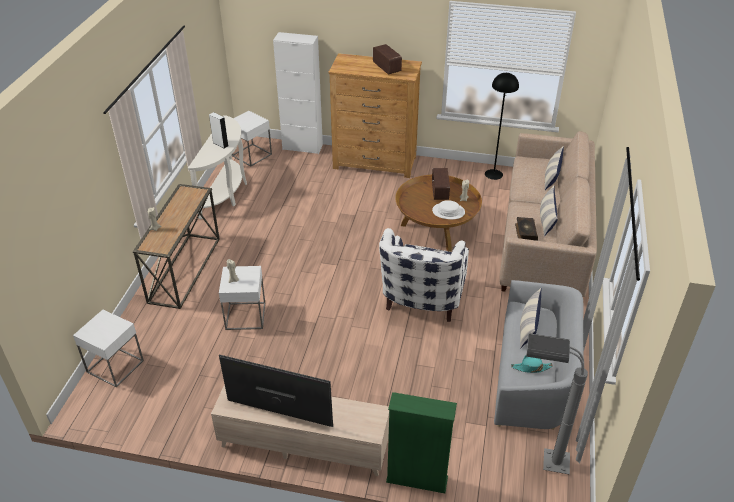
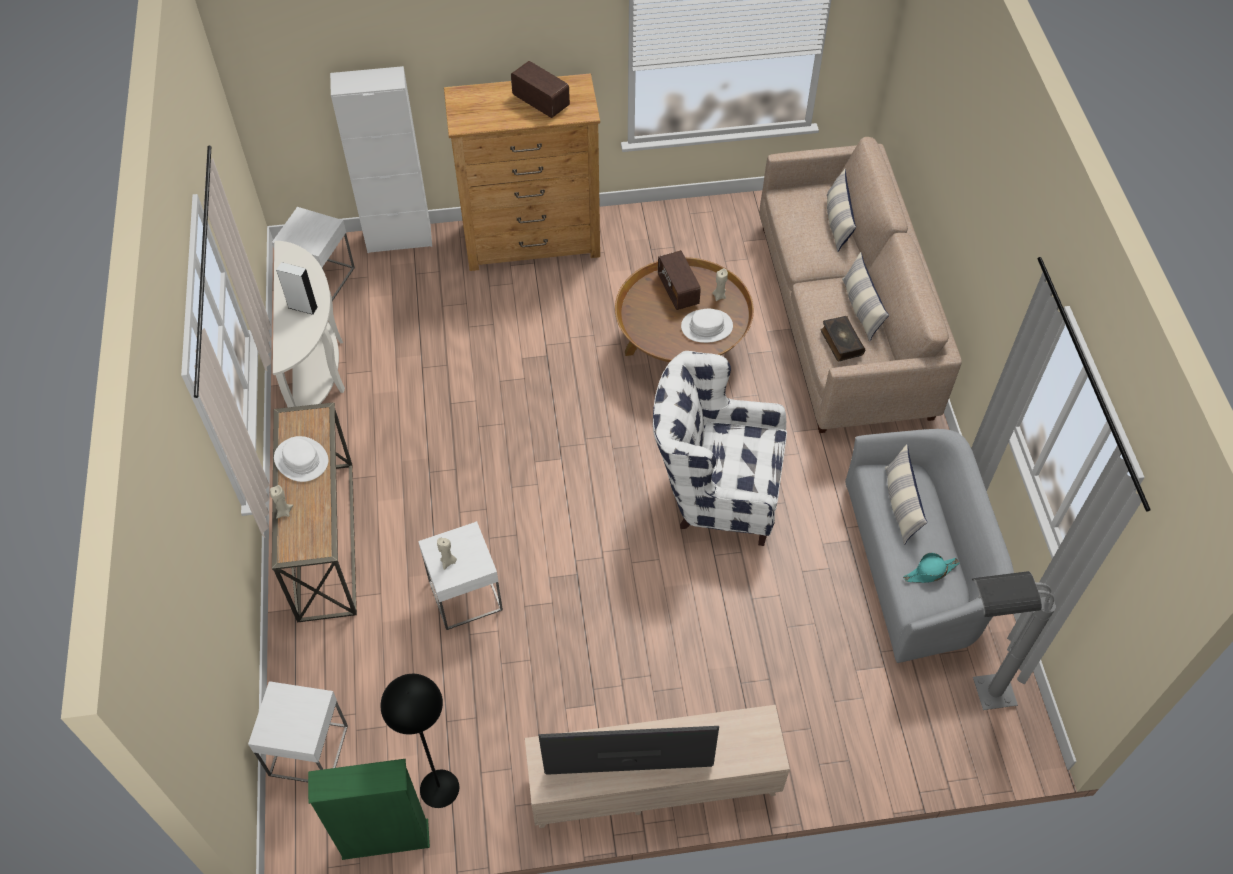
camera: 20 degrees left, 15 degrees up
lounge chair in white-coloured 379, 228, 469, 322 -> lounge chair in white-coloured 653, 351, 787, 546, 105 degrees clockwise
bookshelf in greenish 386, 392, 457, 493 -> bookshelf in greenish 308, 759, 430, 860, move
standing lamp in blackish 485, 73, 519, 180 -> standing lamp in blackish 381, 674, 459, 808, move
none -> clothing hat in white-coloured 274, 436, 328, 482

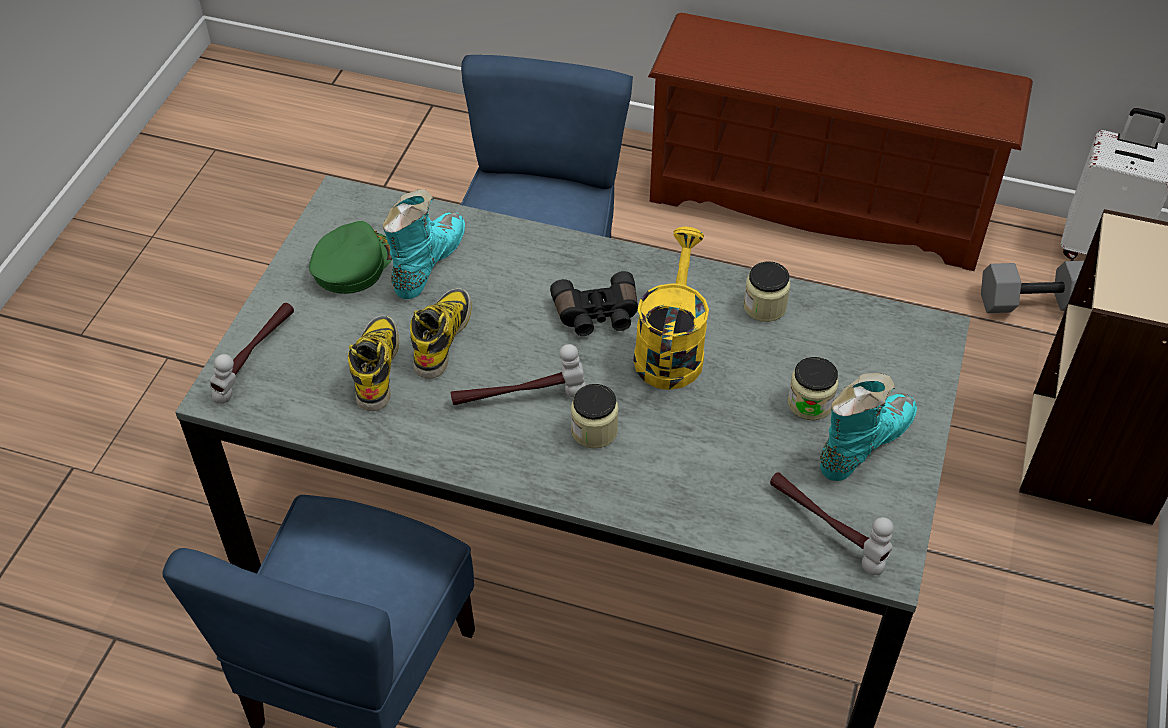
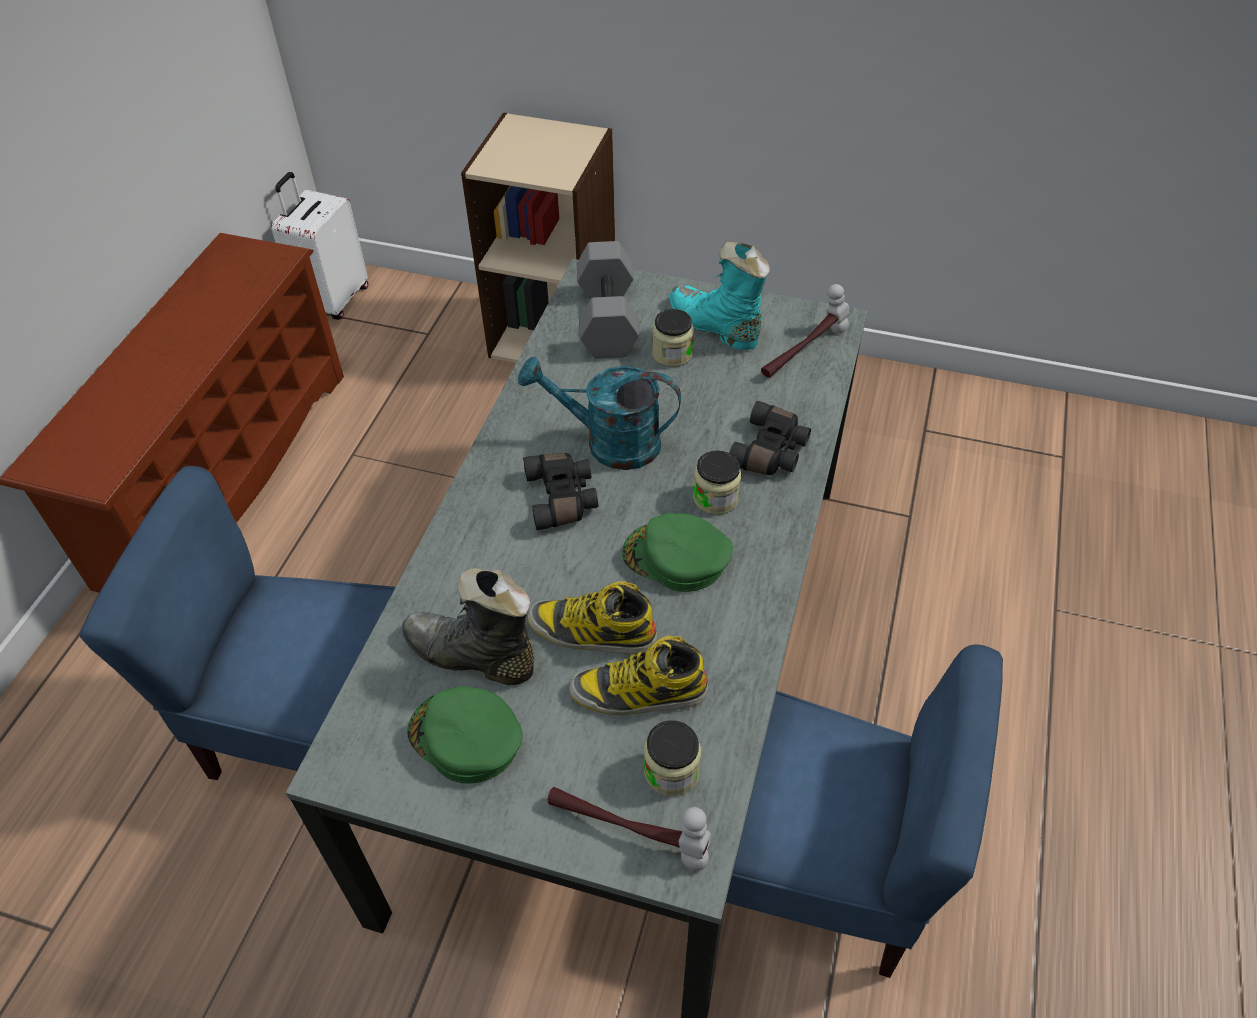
camera: 90 degrees left, 0 degrees up
high-top boot in blue-green 383, 189, 465, 299 -> high-top boot in blackish 402, 568, 534, 685
tool hammer 451, 344, 586, 405 -> peaked cap in greenish 622, 513, 733, 592
watering can in yellow 633, 227, 709, 390 -> watering can in blue-green 518, 356, 681, 470
storage jar 743, 261, 790, 322 -> storage jar 644, 720, 701, 796, move
dumbbell in greyish 981, 261, 1084, 313 -> dumbbell in greyish 577, 241, 639, 359, move
none -> pair of binoculars in blackish 729, 401, 811, 475

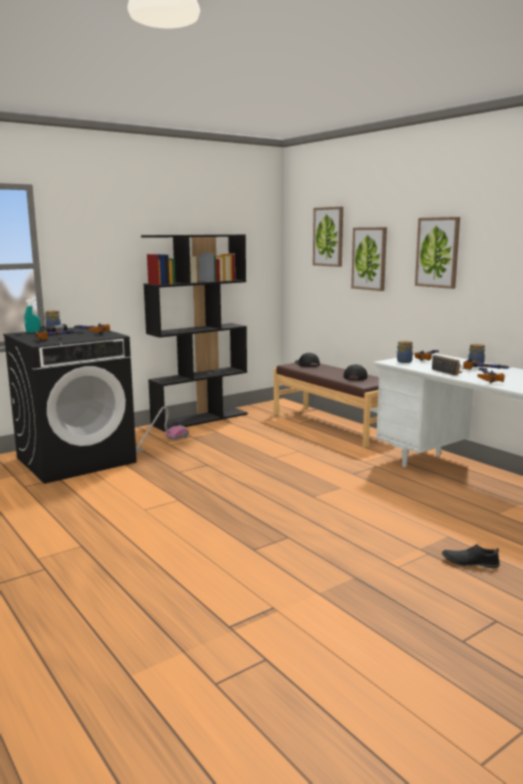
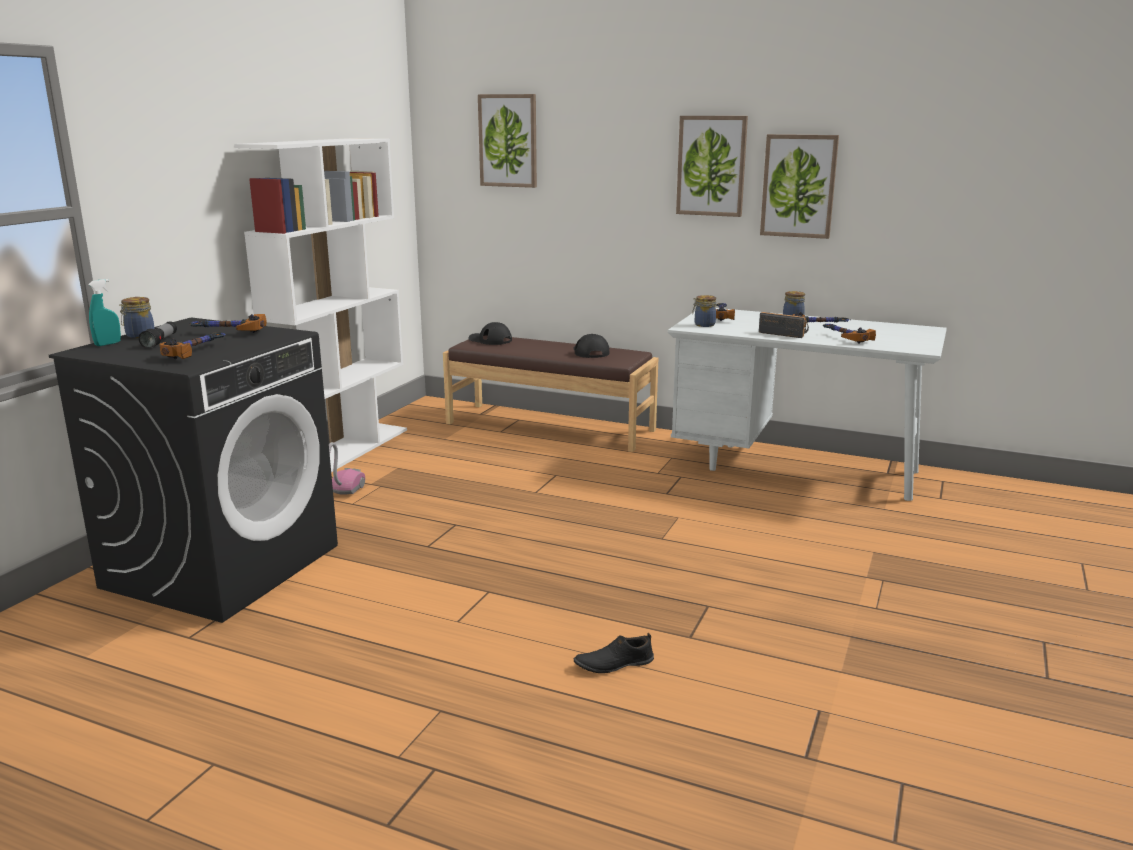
camera: 30 degrees left, 5 degrees up
bookshelf in blackish 141, 235, 248, 432 -> bookshelf in white-coloured 234, 138, 407, 472
picture 351, 227, 387, 291 -> picture 760, 134, 839, 239, move
item of footwear in blackish 442, 544, 500, 568 -> item of footwear in blackish 573, 633, 654, 673, move

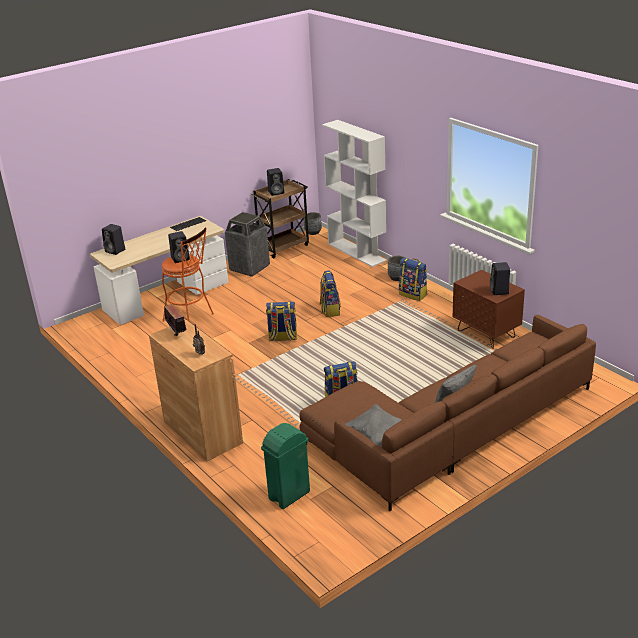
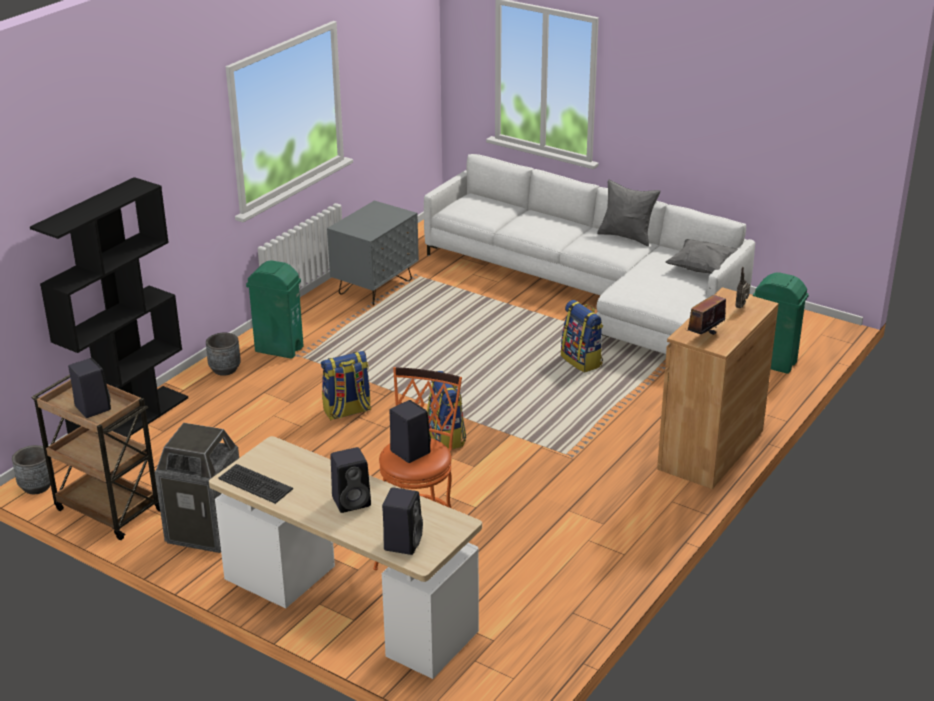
camera: 110 degrees left, 0 degrees up
couch in brown 299, 315, 596, 511 -> couch in white-coloured 424, 154, 755, 354
bookshelf in white-coloured 322, 120, 387, 267 -> bookshelf in blackish 30, 177, 188, 437
rucksack 399, 258, 427, 301 -> trash can in greenish 246, 260, 303, 359
nightstand in brown 453, 270, 525, 349 -> nightstand in greyish 327, 201, 419, 306
audio speaker in blackish 490, 262, 510, 295 -> audio speaker in blackish 330, 447, 371, 513, move

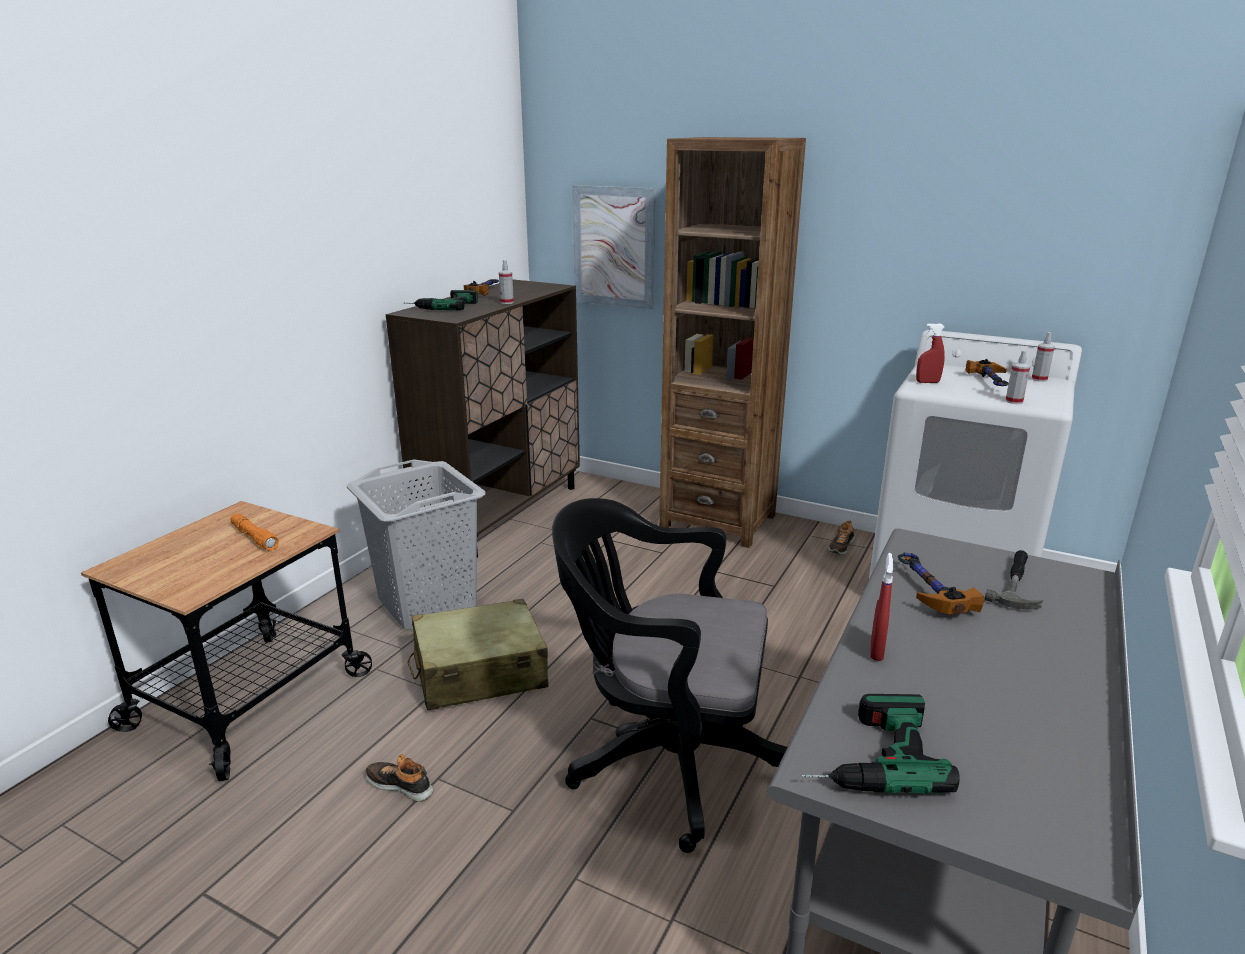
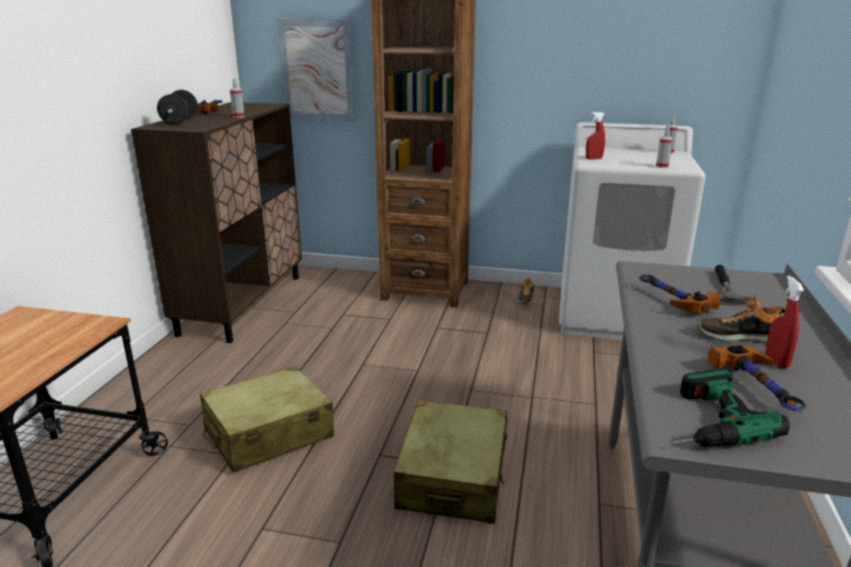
camera: 15 degrees left, 0 degrees up
torch in orange-coloured 231, 513, 279, 550 -> none
washing basket in greyish 347, 459, 486, 630 -> none
item of footwear 365, 754, 434, 802 -> item of footwear 697, 297, 785, 343, move
power drill 406, 290, 478, 310 -> dumbbell in blackish 157, 90, 198, 125
office chair in blackish 552, 498, 787, 853 -> piece of luggage in beige 394, 400, 508, 524
spray bottle in red 870, 553, 893, 661 -> spray bottle in red 766, 276, 804, 369, move
tool hammer 965, 359, 1009, 386 -> tool hammer 708, 345, 806, 412, move

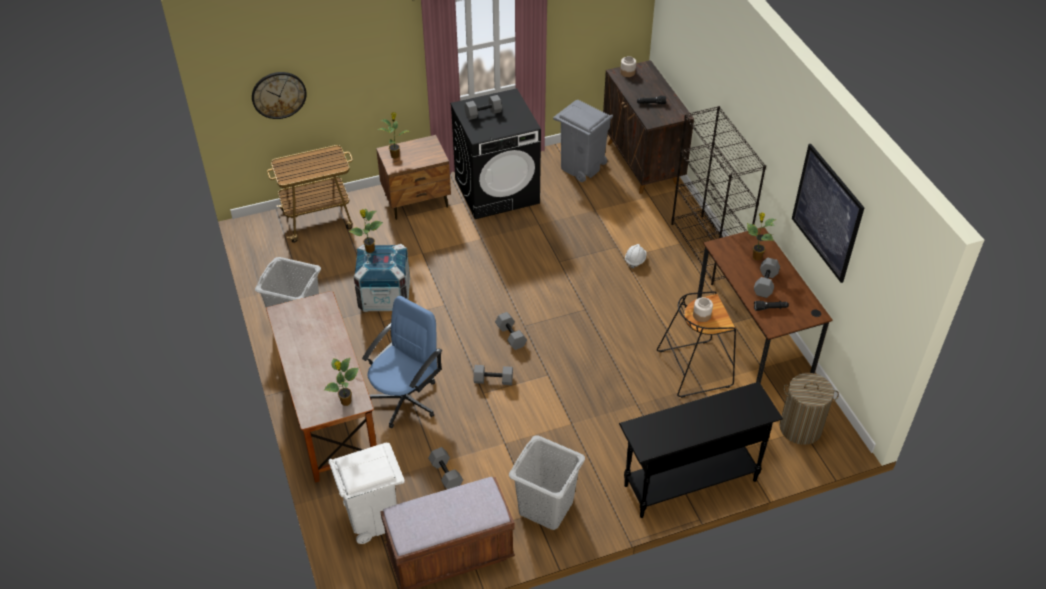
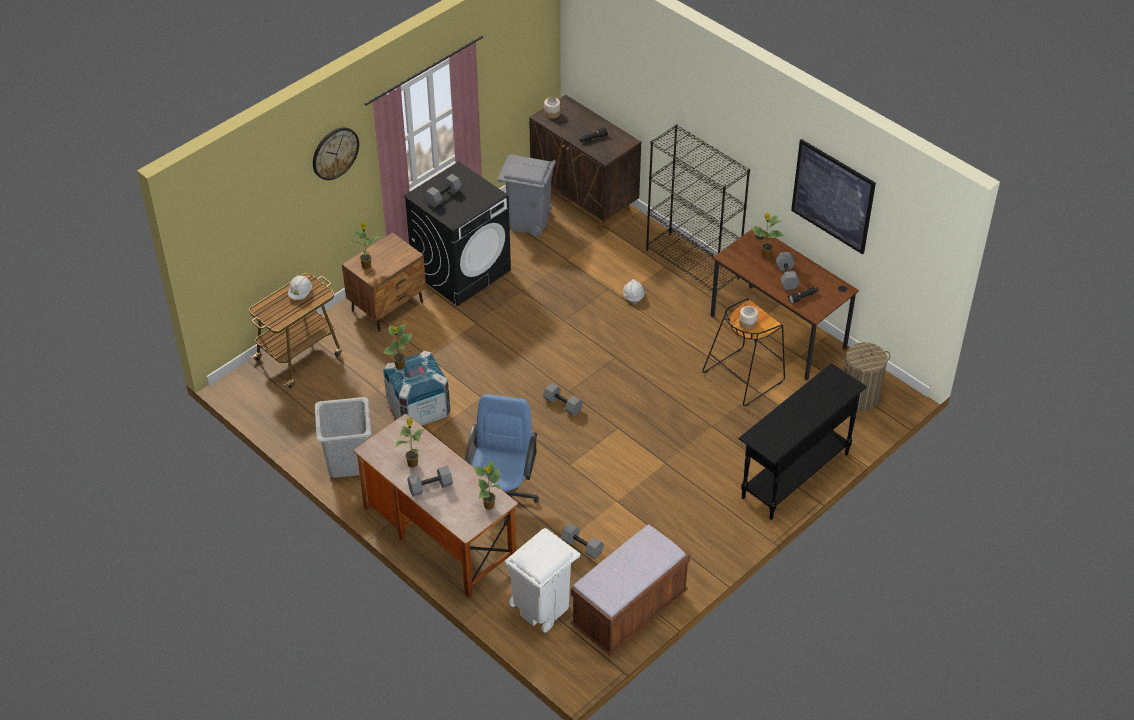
camera: 25 degrees left, 0 degrees up
hanging clock 252, 72, 307, 119 -> hanging clock 313, 127, 359, 180, move
dumbbell in greyish 474, 365, 513, 385 -> dumbbell in greyish 407, 466, 453, 496, move
washing basket in greyish 509, 435, 585, 530 -> none
none -> hard hat in white-coloured 288, 275, 312, 300
none -> potted plant 395, 418, 425, 468

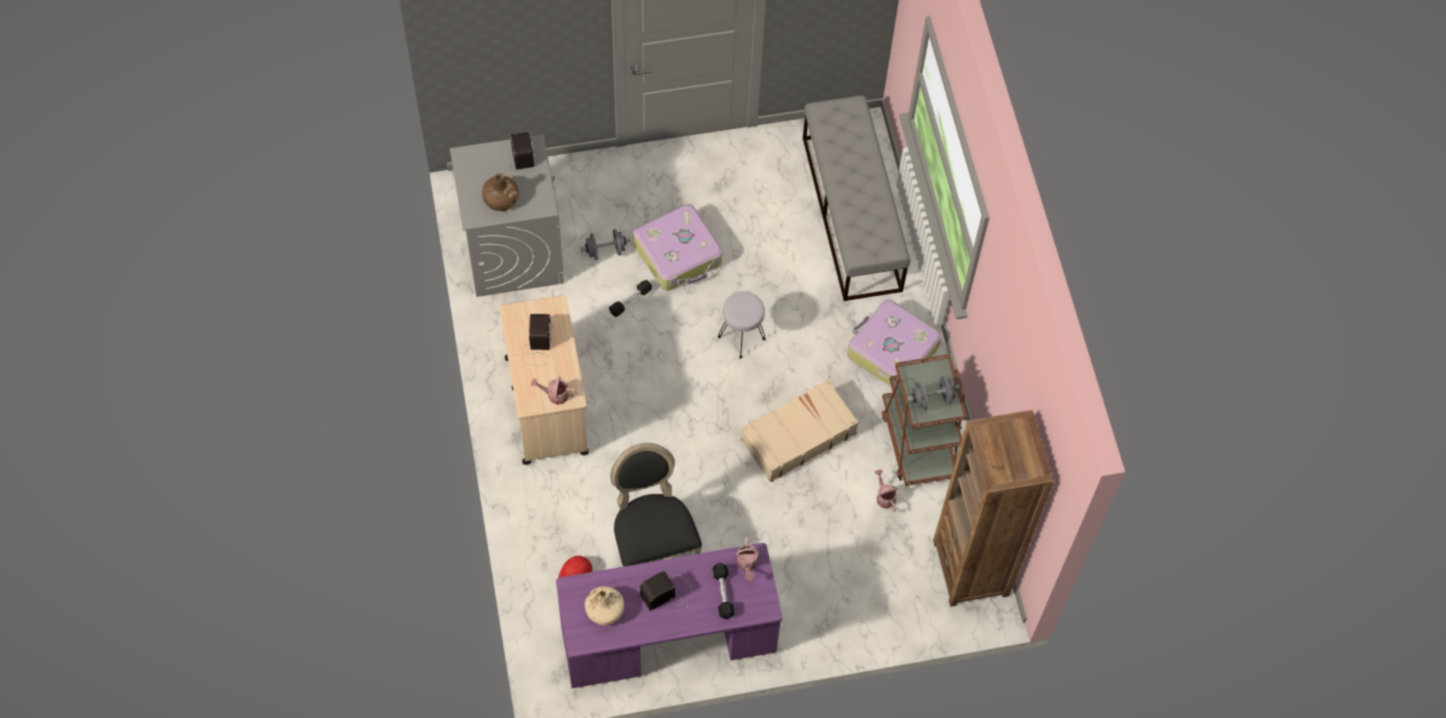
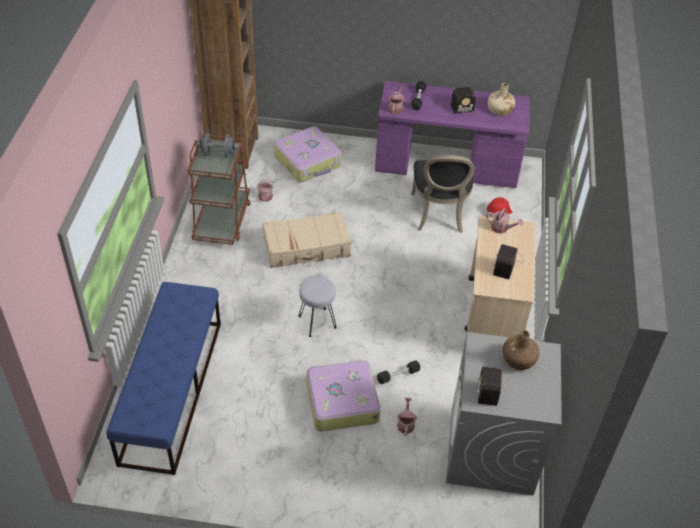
camera: 160 degrees left, 15 degrees down
dumbbell in greyish 581, 229, 630, 260 -> watering can 397, 398, 417, 436
bench in greyish 803, 95, 910, 301 -> bench in blue 106, 282, 221, 475
piece of luggage 847, 299, 941, 386 -> piece of luggage 274, 126, 341, 182, move

